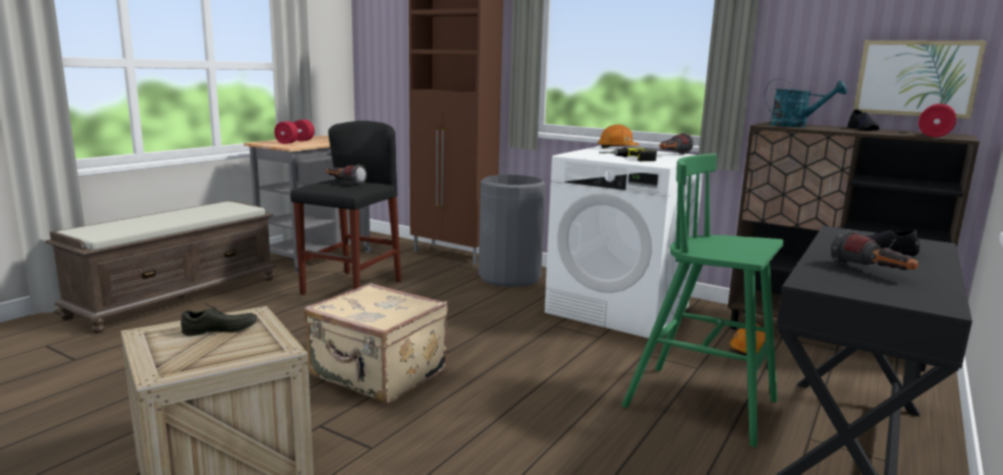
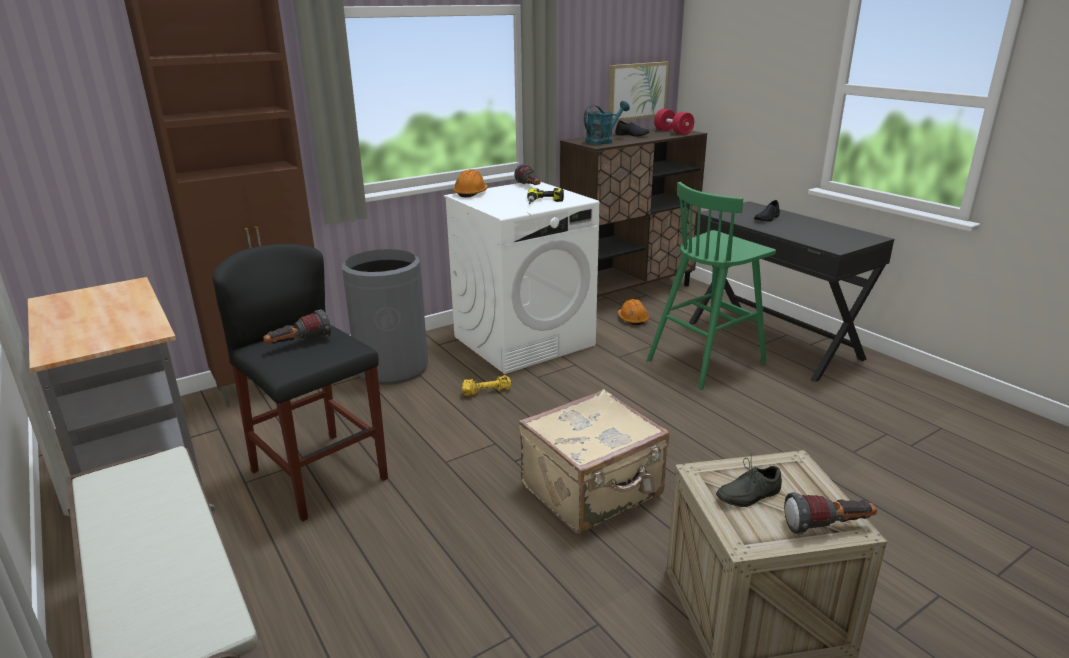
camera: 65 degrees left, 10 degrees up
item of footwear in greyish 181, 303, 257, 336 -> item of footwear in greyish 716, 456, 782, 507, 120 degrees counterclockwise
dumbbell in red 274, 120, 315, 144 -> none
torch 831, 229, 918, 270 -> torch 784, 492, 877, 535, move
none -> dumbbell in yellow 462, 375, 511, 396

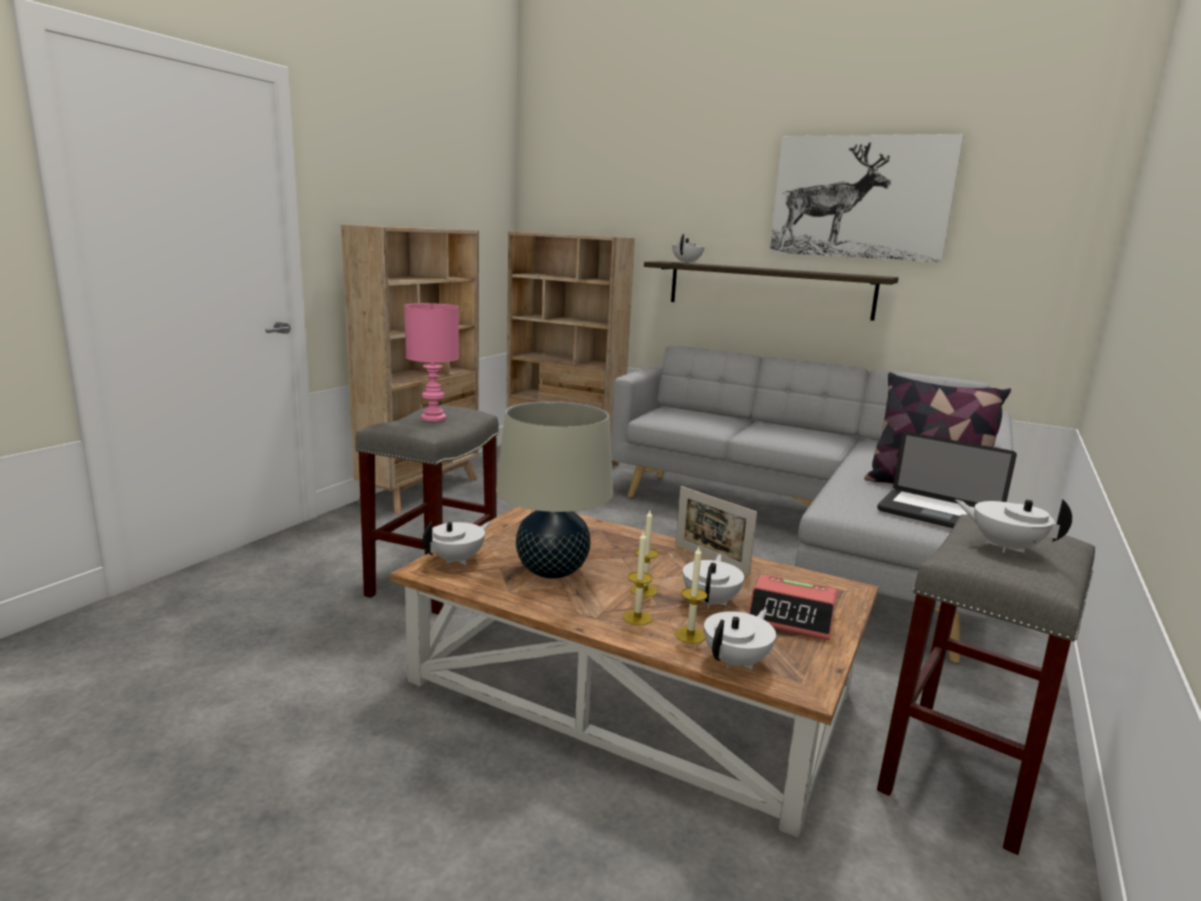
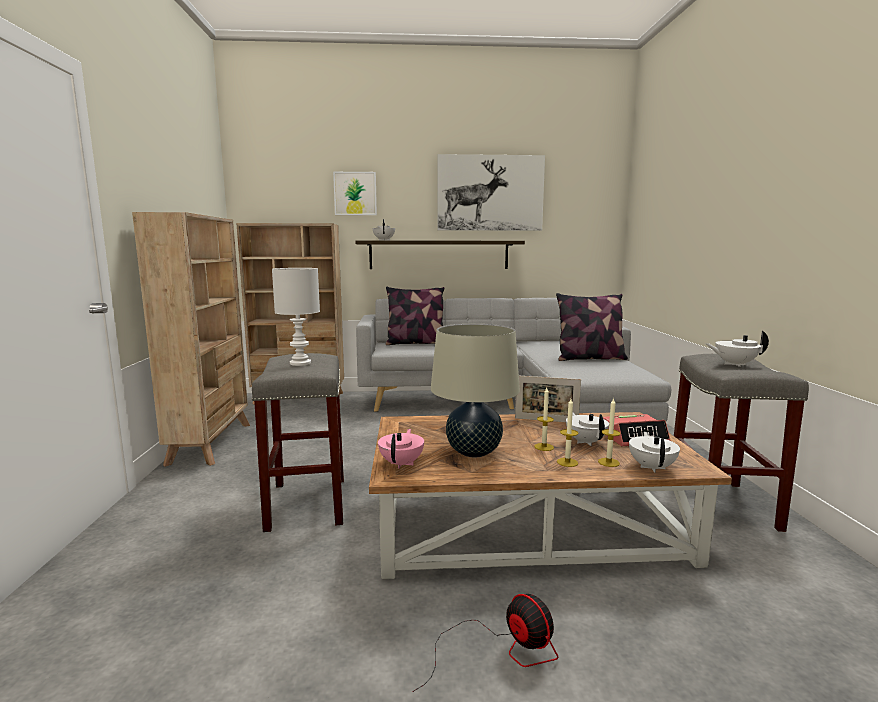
camera: 30 degrees left, 5 degrees down
tabletop lamp in pinkish 404, 303, 459, 421 -> tabletop lamp in white-coloured 272, 268, 320, 366
pot for tea in white-coloured 423, 521, 491, 565 -> pot for tea in pinkish 378, 429, 424, 469
notebook computer 877, 432, 1017, 528 -> none
none -> picture 333, 172, 377, 215
none -> throw pillow 385, 287, 444, 345
none -> electric fan 412, 594, 558, 692

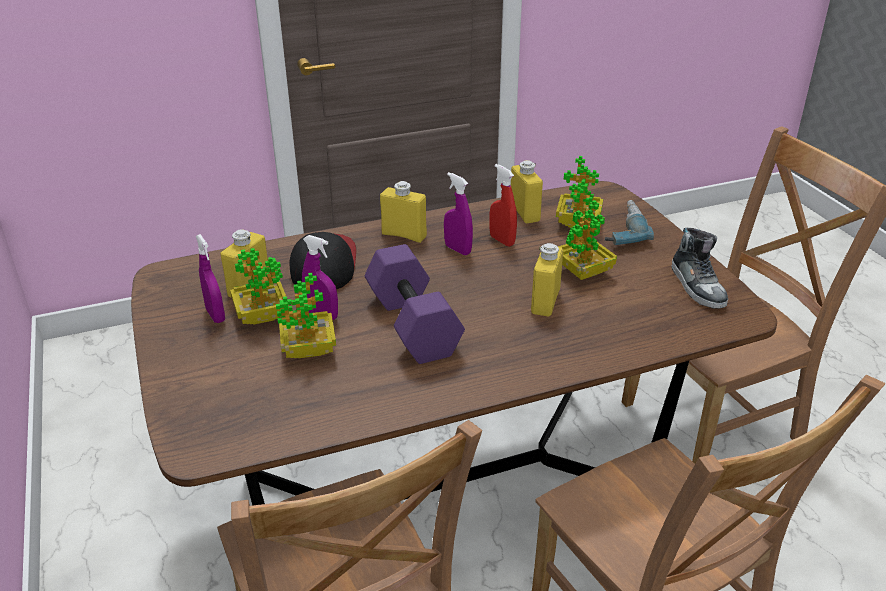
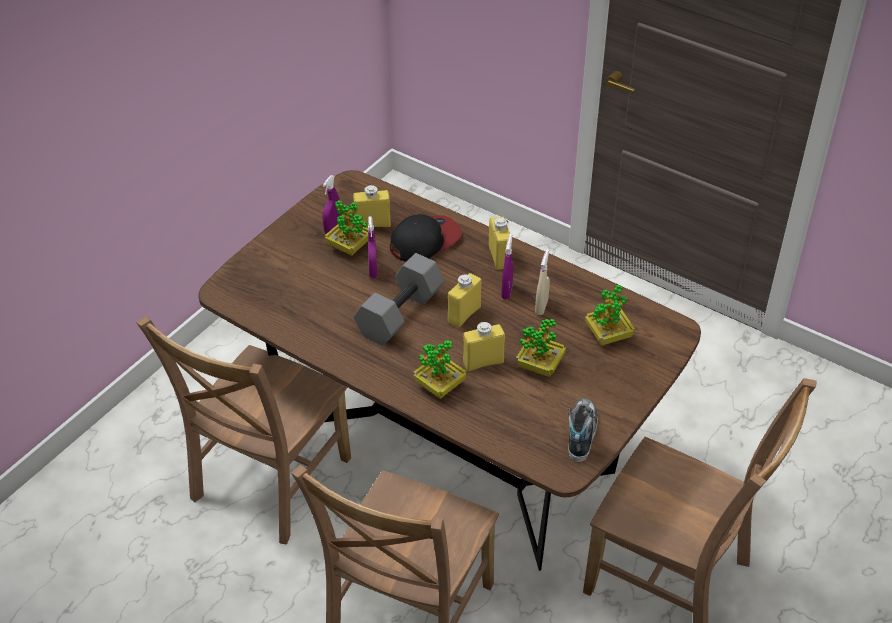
camera: 55 degrees right, 10 degrees up
potted plant 276, 273, 336, 358 -> potted plant 413, 340, 466, 399, move
dumbbell in purple-coloured 365, 244, 465, 364 -> dumbbell in greyish 354, 253, 444, 346
spray bottle in red 489, 164, 517, 247 -> spray bottle in beige 535, 249, 550, 315
drink bottle in yellow 511, 160, 543, 223 -> drink bottle in yellow 448, 273, 481, 328, move
power drill 605, 200, 654, 245 -> none
item of footwear 671, 228, 728, 309 -> item of footwear 568, 398, 598, 462, 150 degrees clockwise

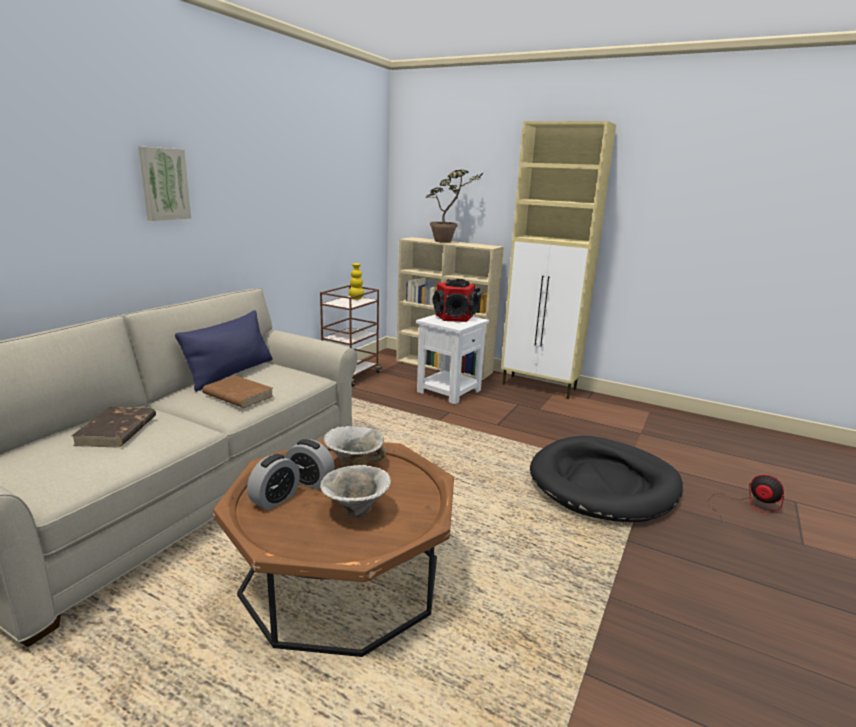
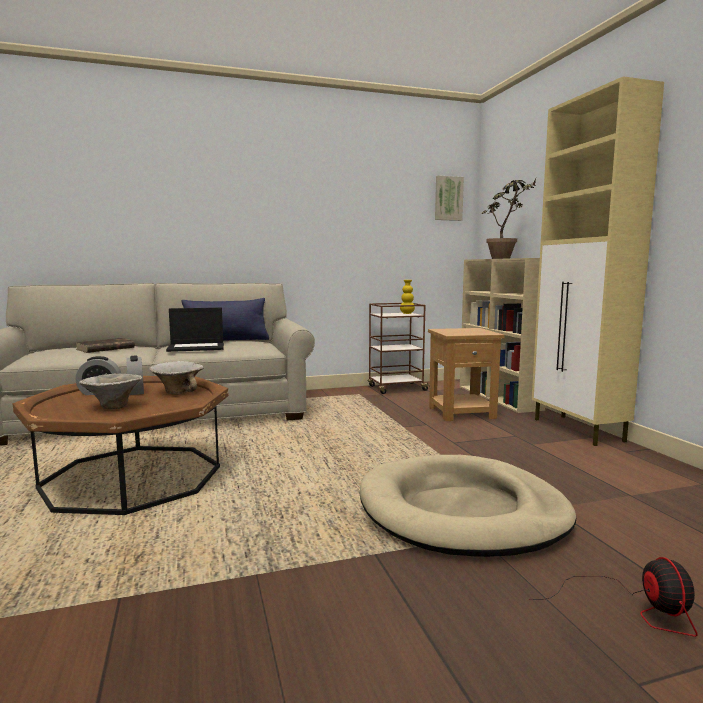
camera: 45 degrees right, 10 degrees down
picture 138, 147, 191, 221 -> picture 435, 175, 464, 221, move
book in brown 202, 375, 273, 408 -> notebook computer 166, 308, 224, 352
end table in white-coloured 416, 314, 489, 404 -> end table in brown 428, 328, 505, 421
audio speaker 433, 279, 478, 322 -> none
dog cushion in blackish 530, 436, 683, 522 -> dog cushion in beige 360, 455, 576, 557

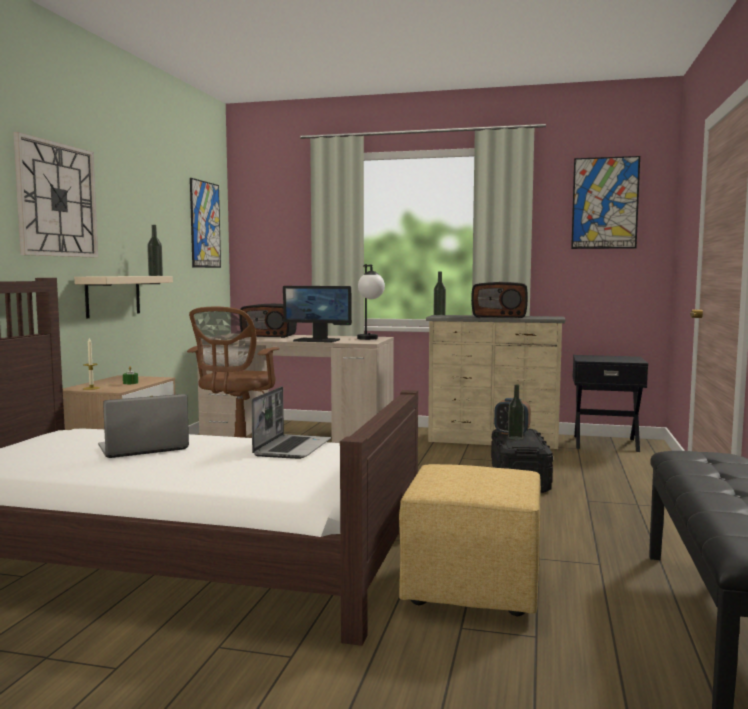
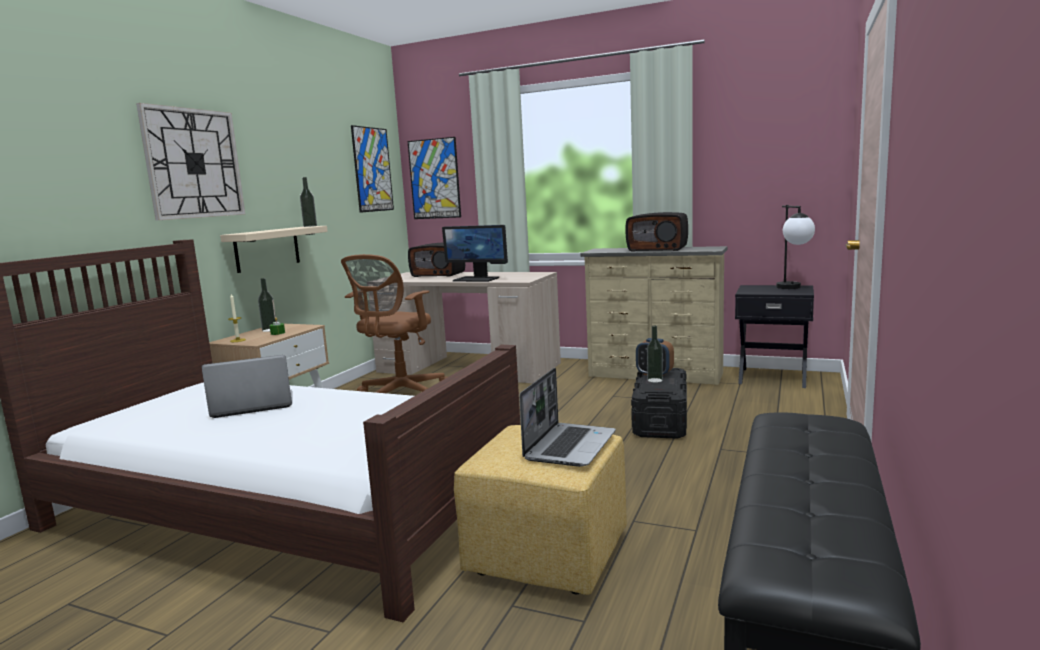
camera: 10 degrees right, 5 degrees up
notebook computer 251, 386, 331, 459 -> notebook computer 519, 368, 616, 467, move
tabletop lamp 357, 264, 385, 340 -> tabletop lamp 776, 205, 815, 289, move
drink bottle 434, 272, 446, 316 -> drink bottle 258, 278, 276, 332, move
picture 571, 156, 640, 249 -> picture 408, 137, 461, 219, move

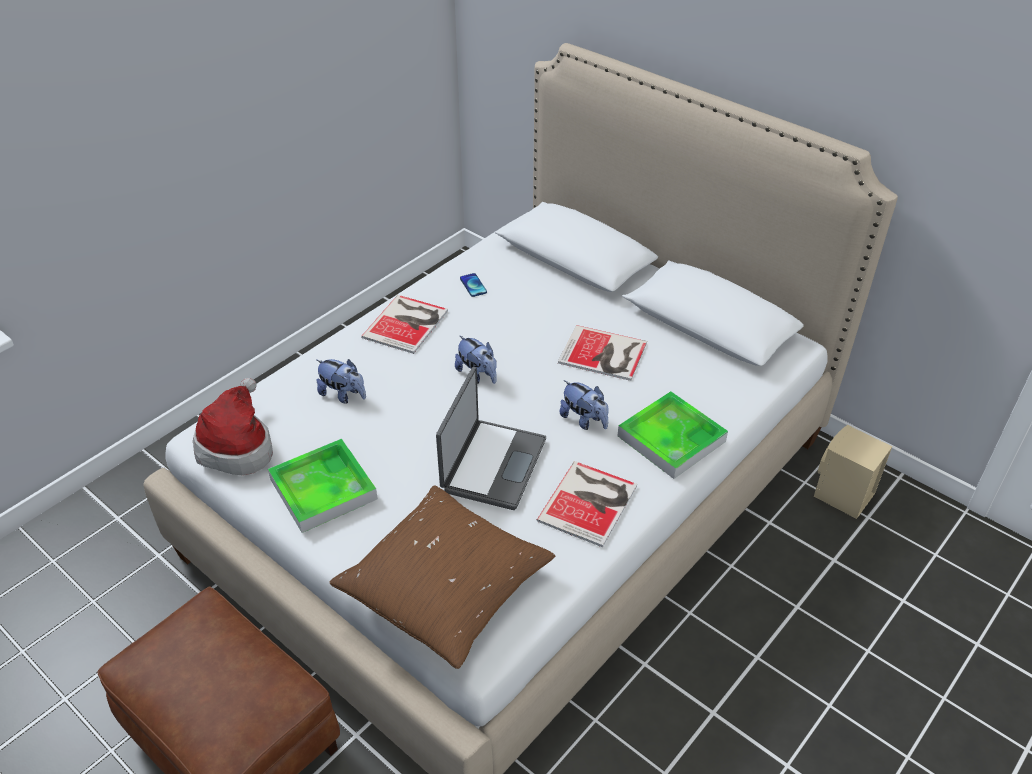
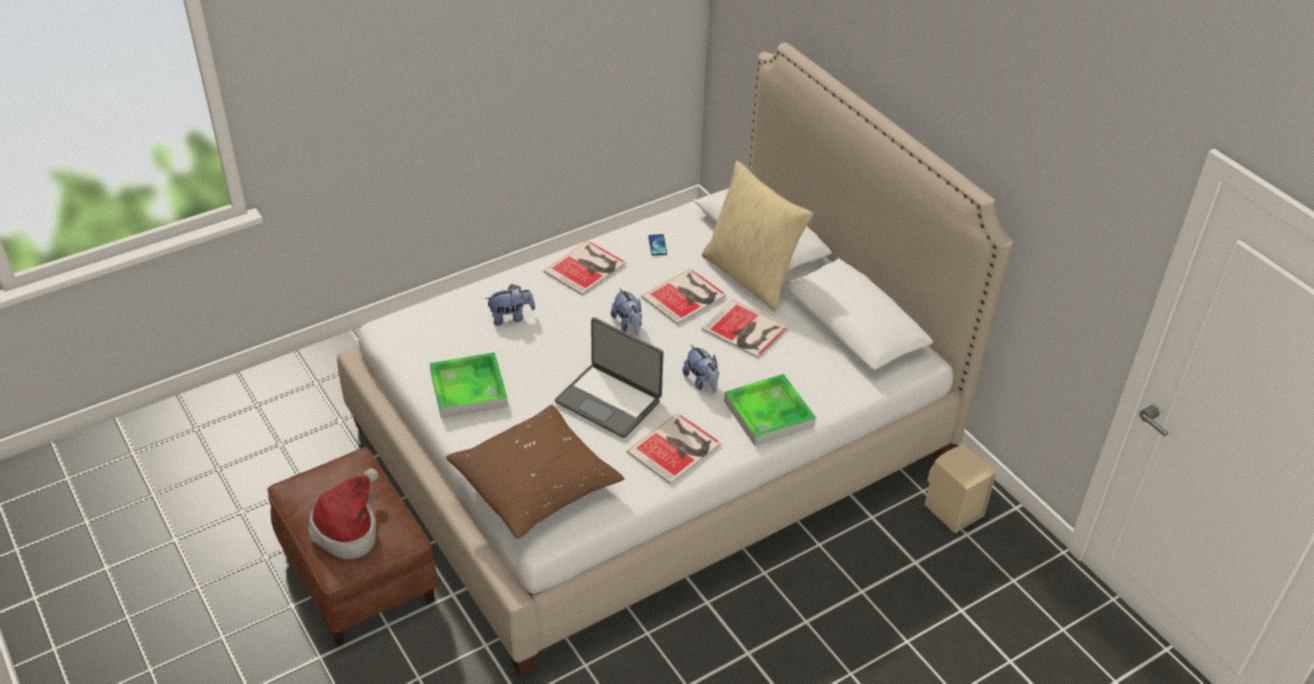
camera: 15 degrees right, 0 degrees up
clothing hat 193, 378, 273, 475 -> clothing hat 308, 468, 378, 559, move
plush toy 316, 359, 366, 404 -> plush toy 485, 284, 535, 326, 60 degrees counterclockwise
notebook computer 436, 367, 546, 510 -> notebook computer 555, 317, 664, 438, 90 degrees clockwise
none -> book 641, 268, 726, 325
none -> throw pillow in beige 702, 161, 814, 312

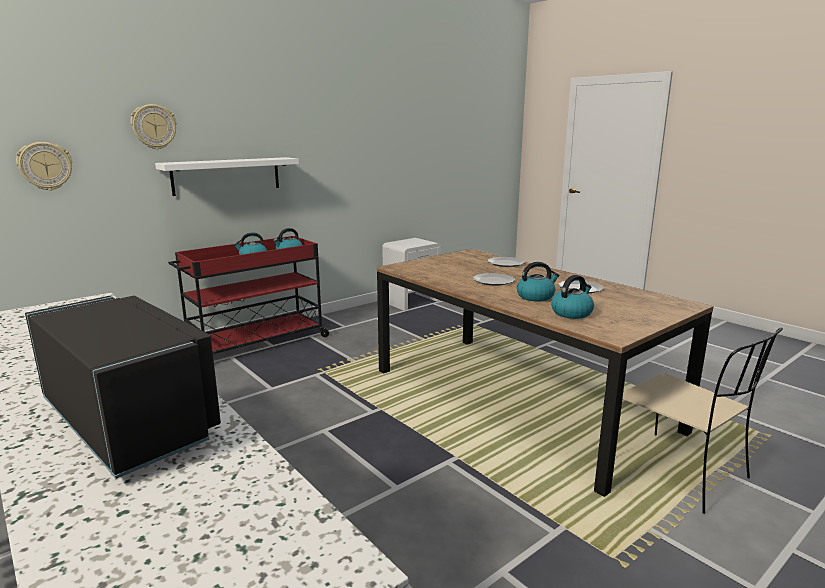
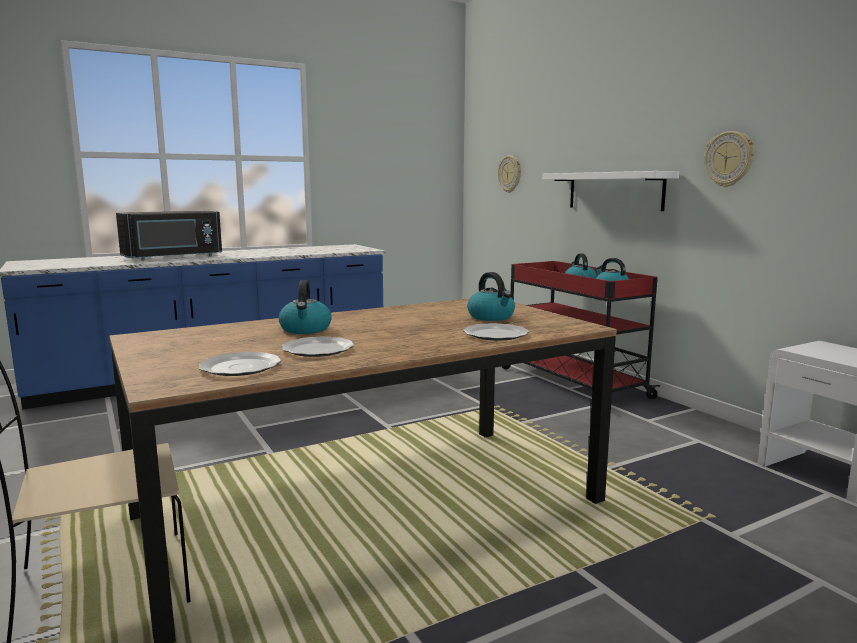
camera: 100 degrees right, 5 degrees down
hanging clock 131, 104, 177, 149 -> hanging clock 704, 131, 754, 187, move
flat dish 473, 273, 515, 286 -> flat dish 198, 352, 281, 376, move
kettle 551, 275, 594, 319 -> kettle 467, 272, 515, 321, move

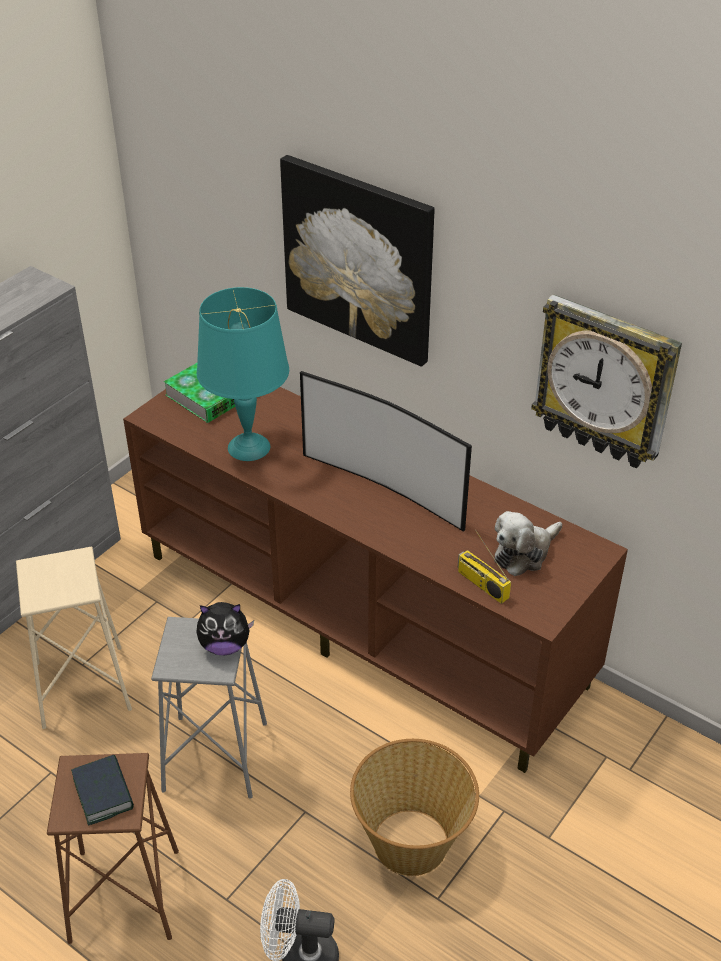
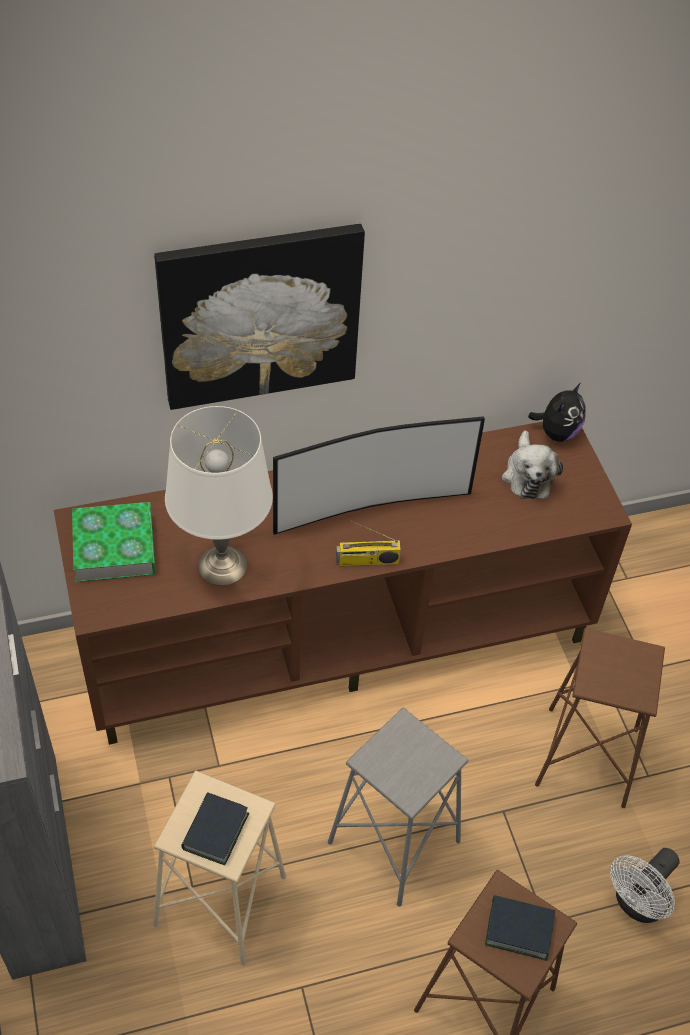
camera: 55 degrees left, 10 degrees up
tabletop lamp in blue-green 197, 287, 289, 461 -> tabletop lamp in white-coloured 165, 406, 273, 585
plush toy 197, 602, 254, 656 -> plush toy 528, 383, 586, 442, move
storage basket 350, 739, 479, 876 -> stool in brown 535, 628, 665, 808
radio set 458, 529, 511, 604 -> radio set 336, 521, 401, 566, move
hanging clock 531, 294, 682, 468 -> none
none -> book 181, 792, 249, 865

